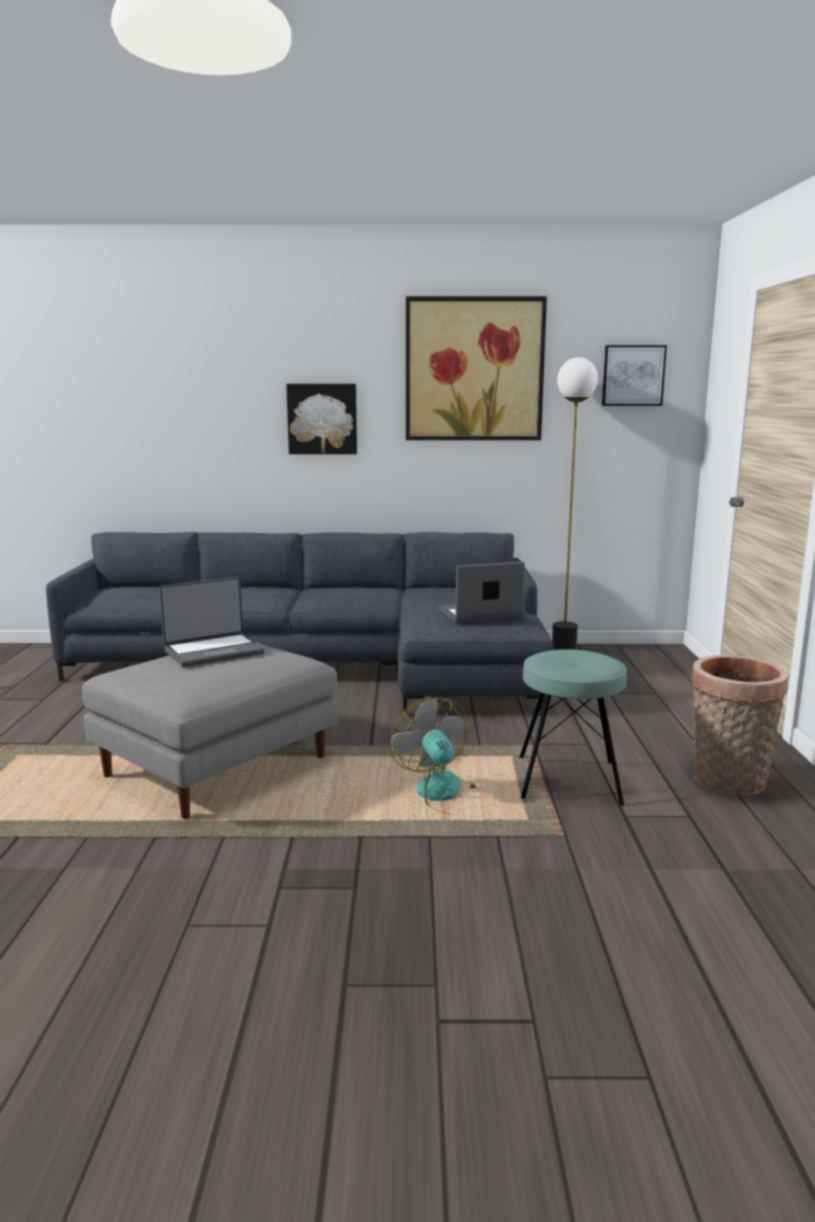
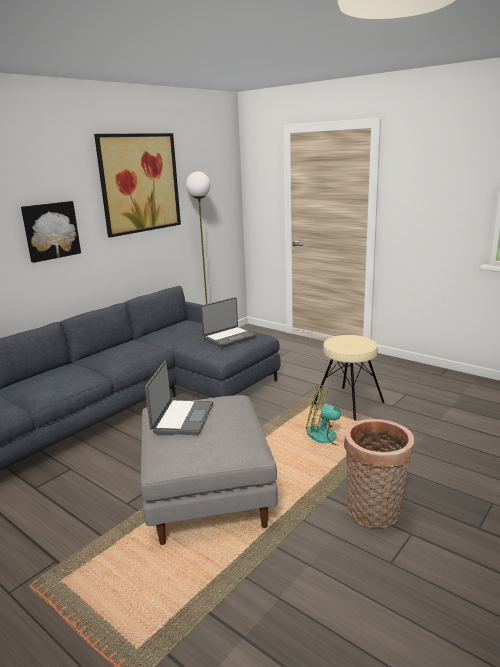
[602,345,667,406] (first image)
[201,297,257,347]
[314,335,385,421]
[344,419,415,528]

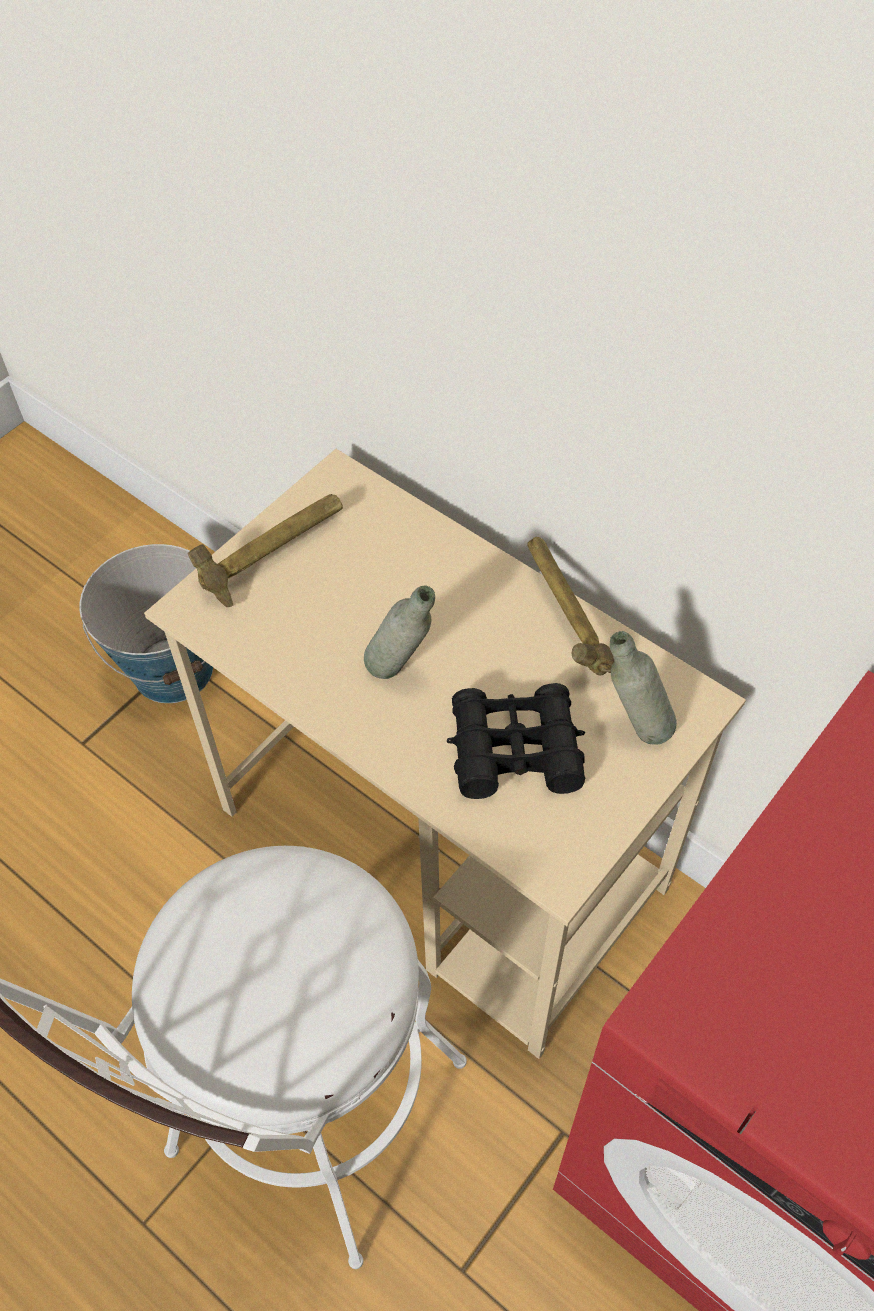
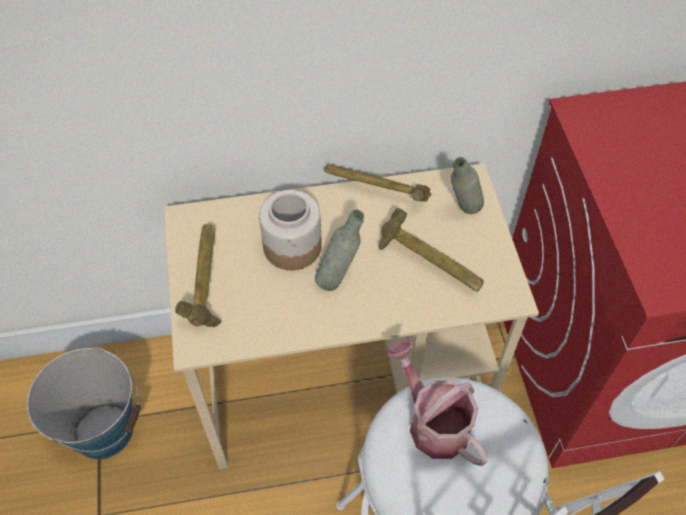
[379,208,483,292]
[259,190,322,270]
[387,341,488,466]

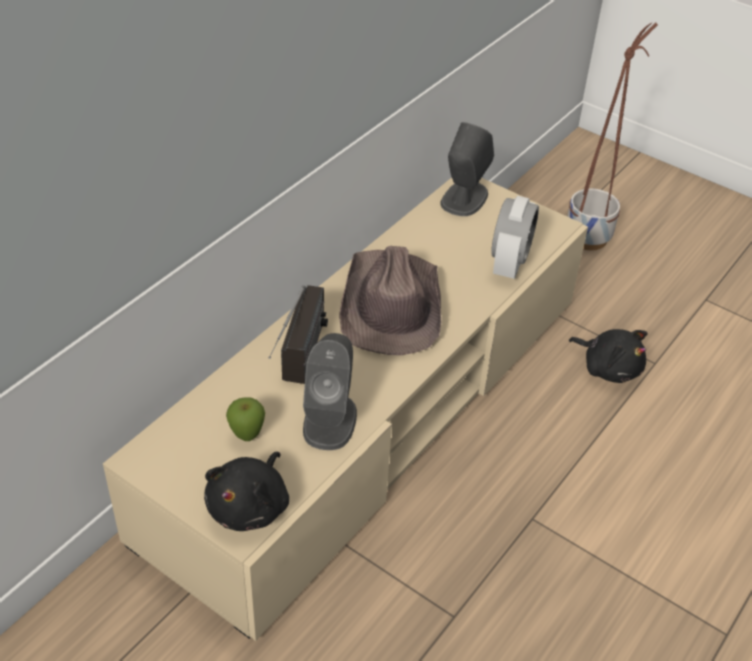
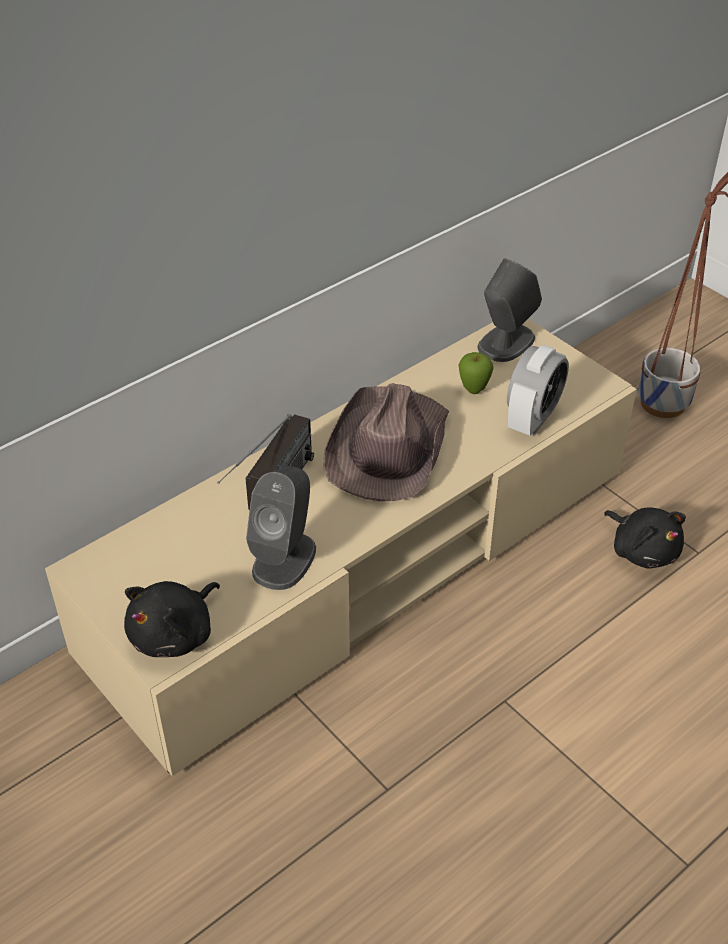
[458,352,493,394]

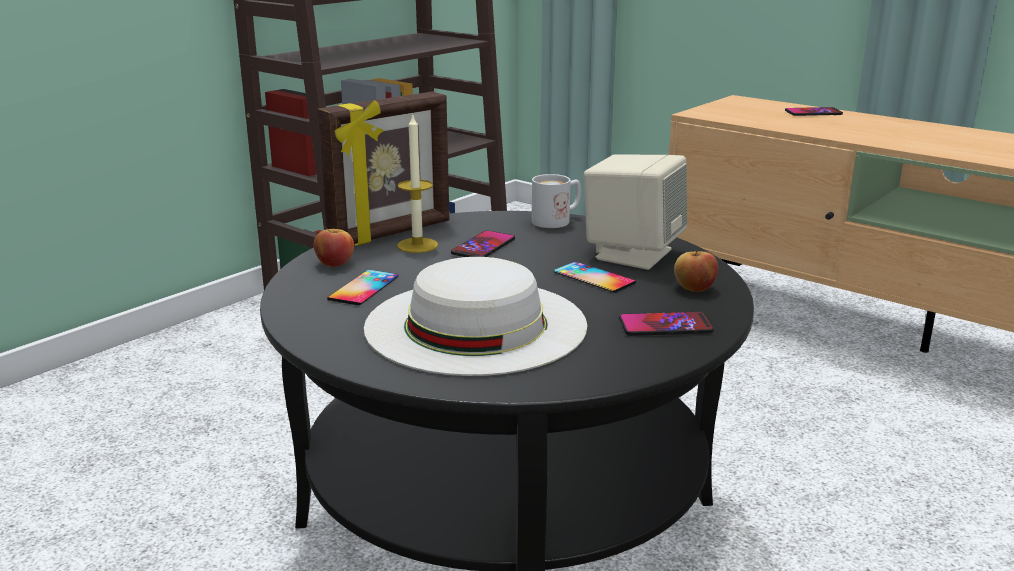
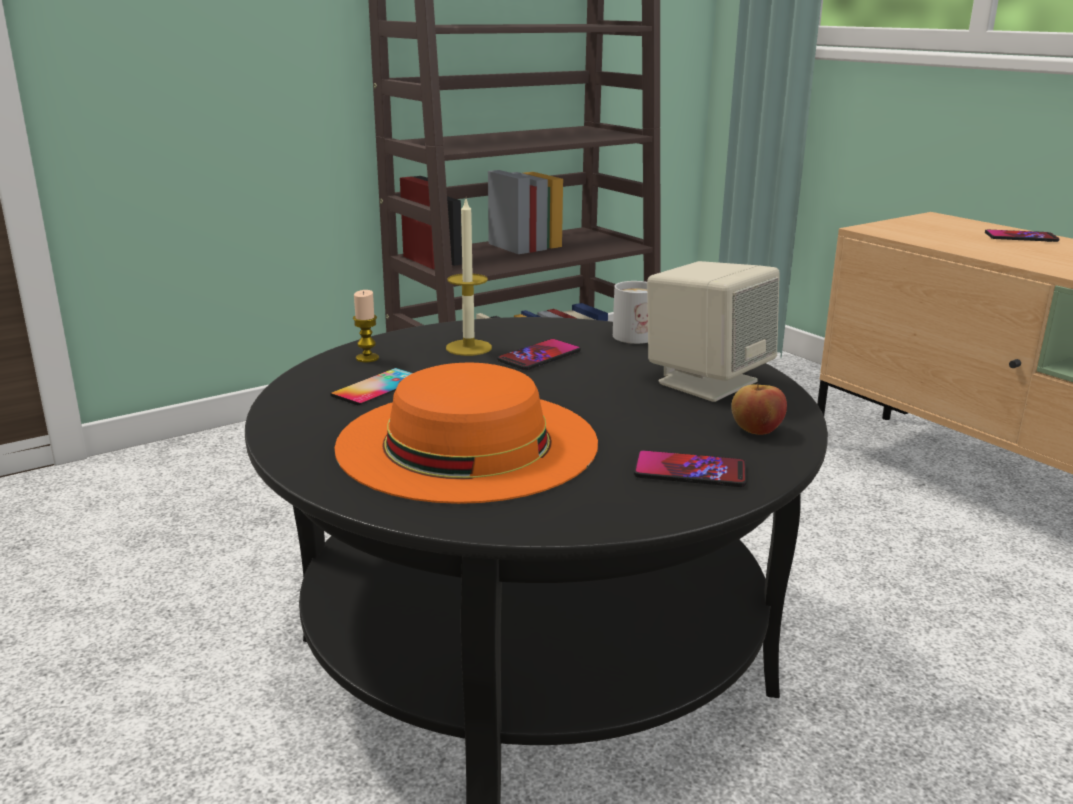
[317,91,449,246] (first image)
[353,290,379,362]
[335,363,598,504]
[554,261,636,293] (first image)

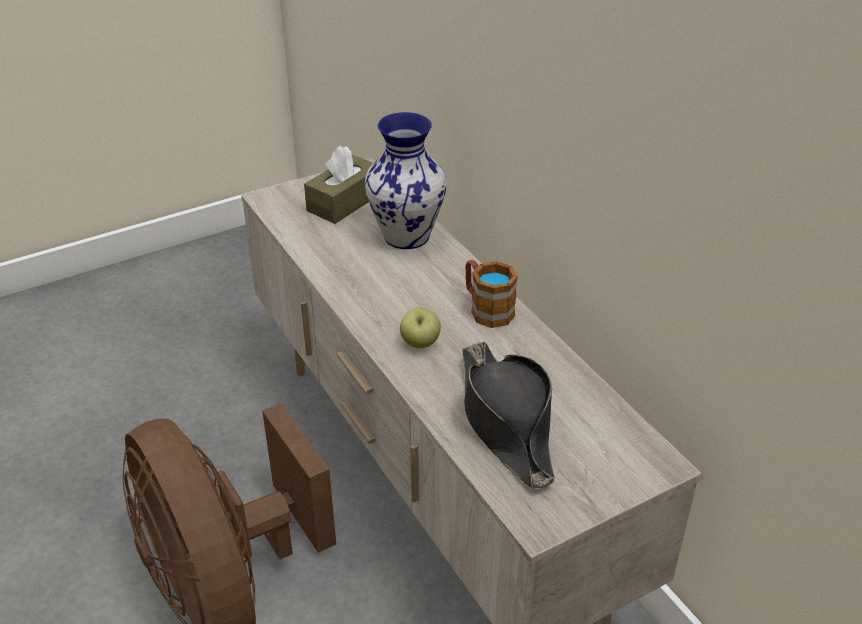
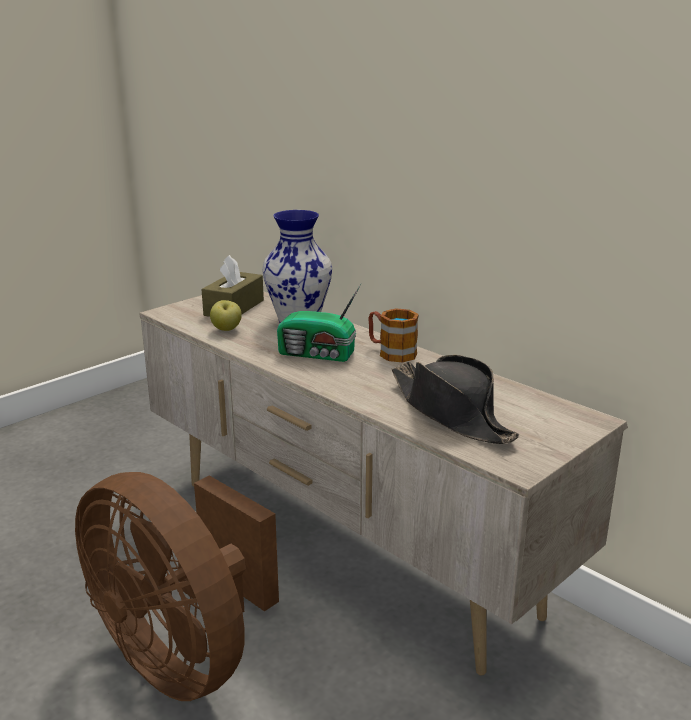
[210,300,242,331]
[277,284,361,362]

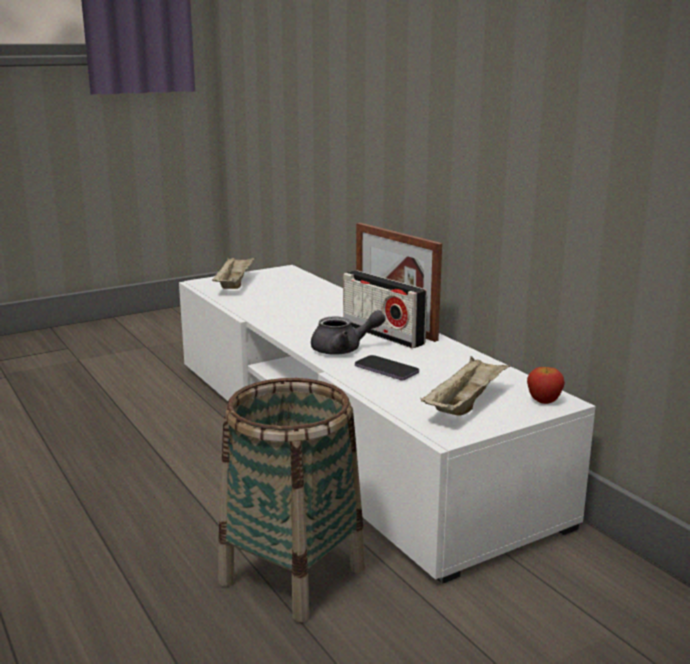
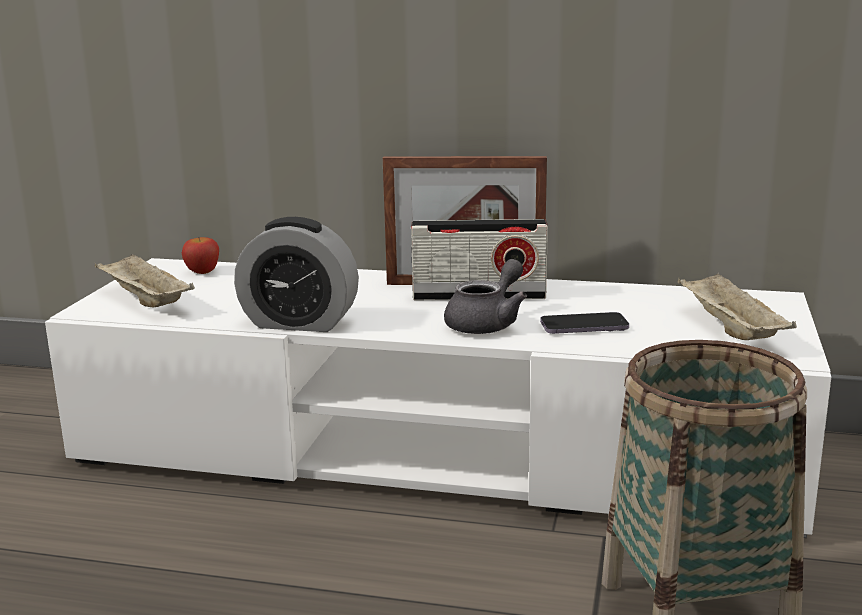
[182,237,219,274]
[234,217,359,332]

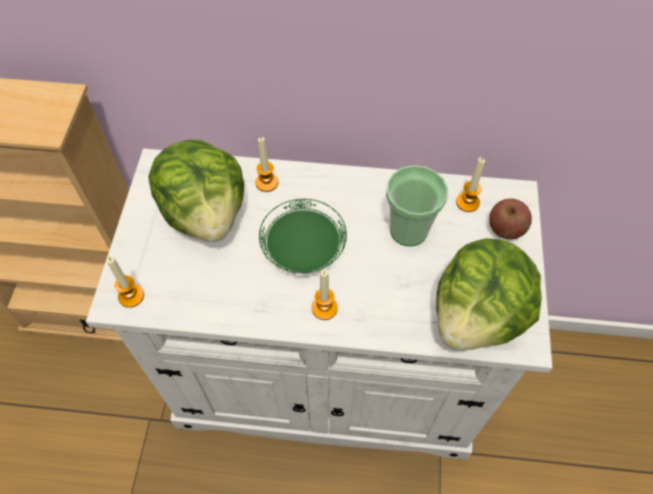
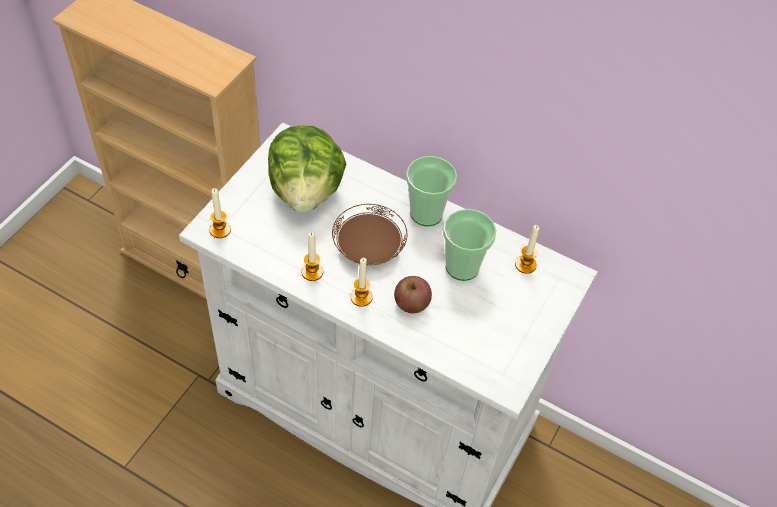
[301,232,323,281]
[332,204,407,265]
[394,276,432,313]
[436,238,542,350] (first image)
[406,156,457,227]

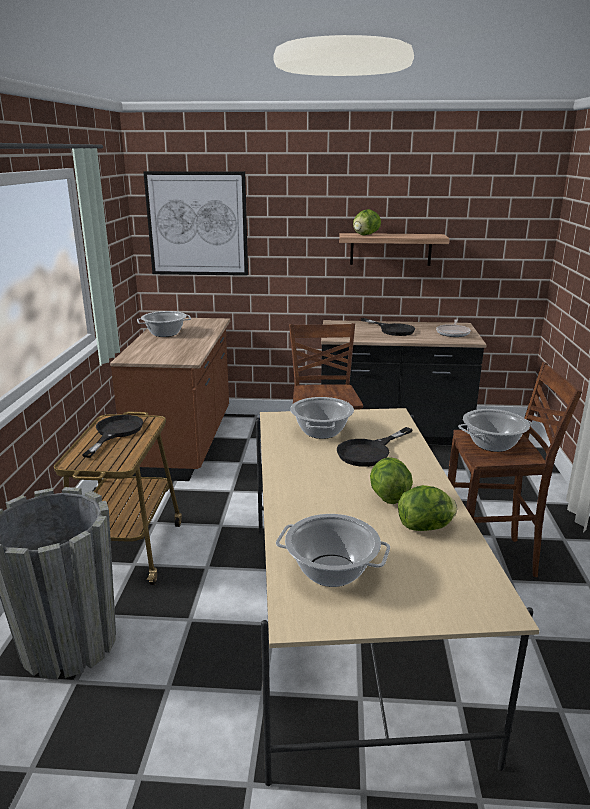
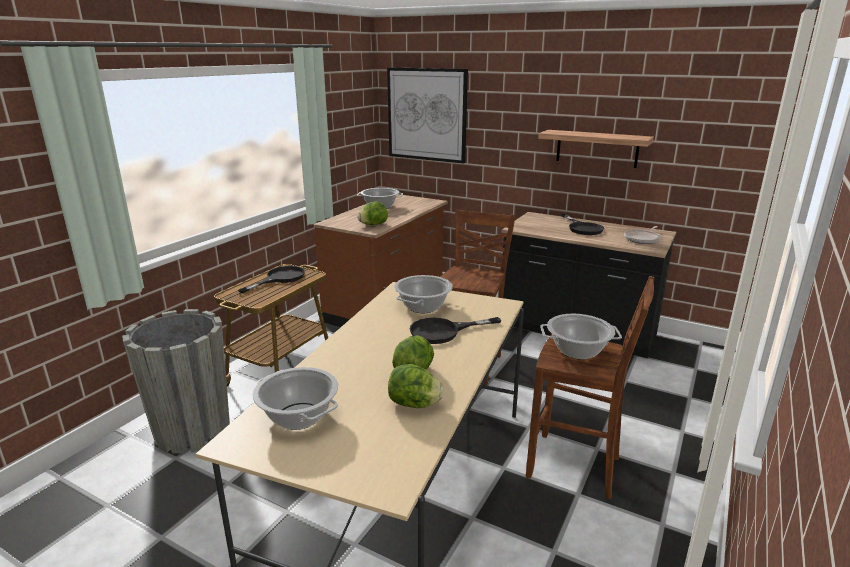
[358,201,388,225]

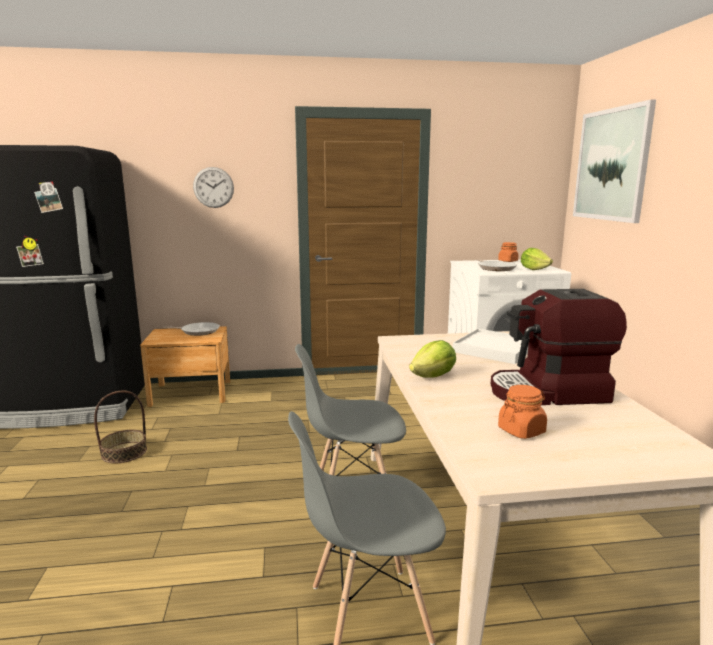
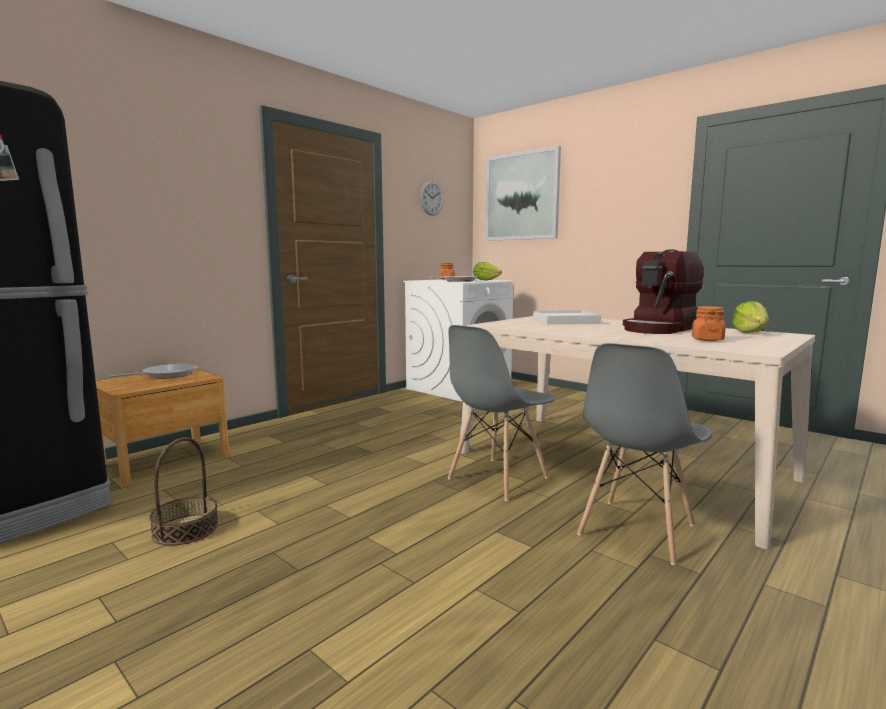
[420,181,443,216]
[732,301,769,333]

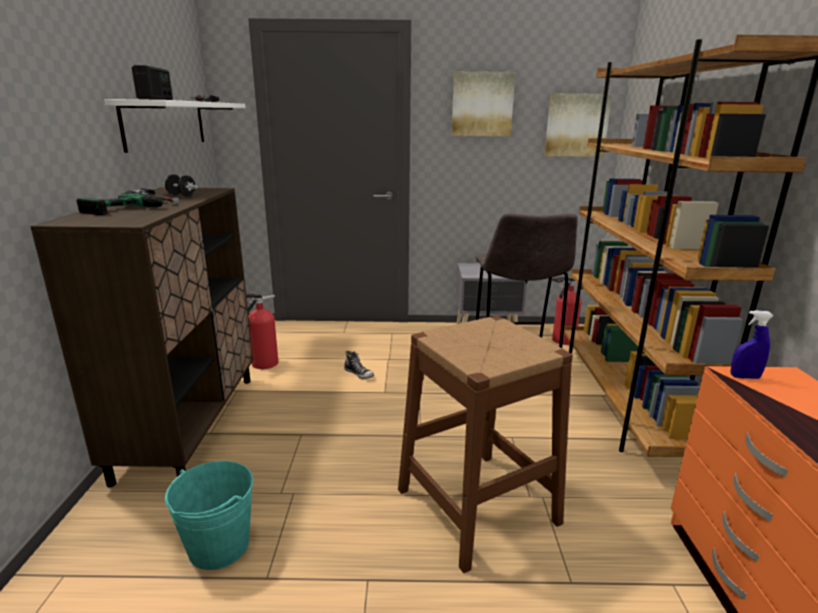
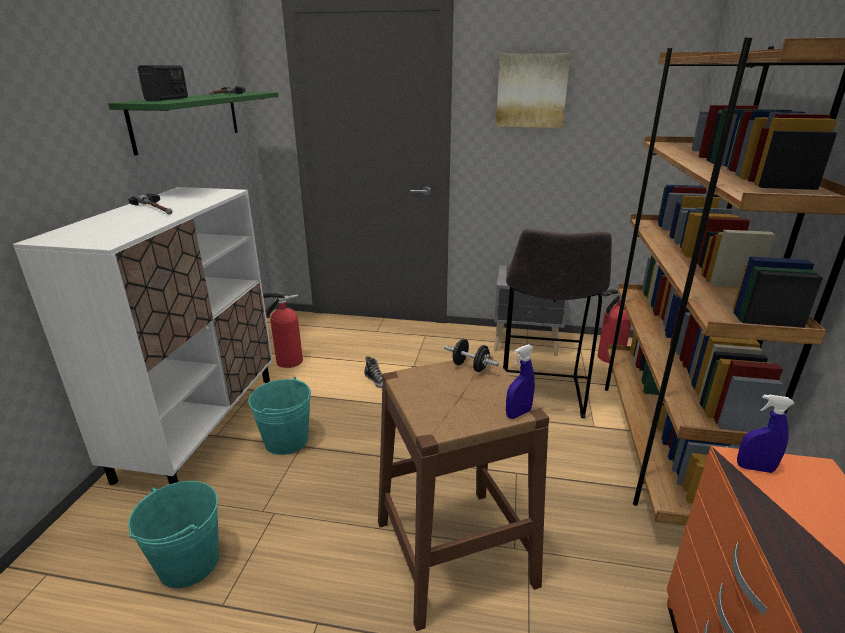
[544,93,612,157] (first image)
[108,92,279,156]
[444,339,499,372]
[13,187,273,485]
[77,193,172,215] (first image)
[506,344,535,419]
[248,377,311,455]

